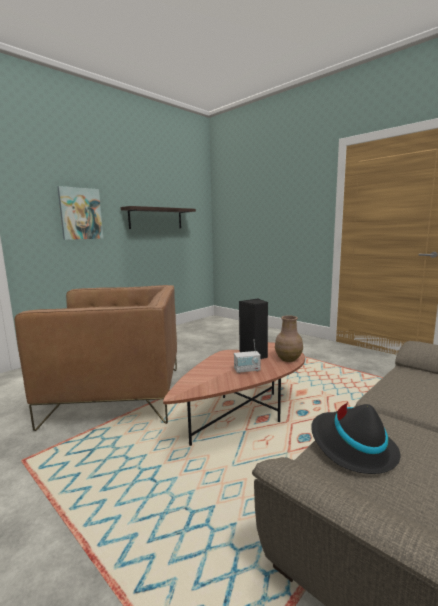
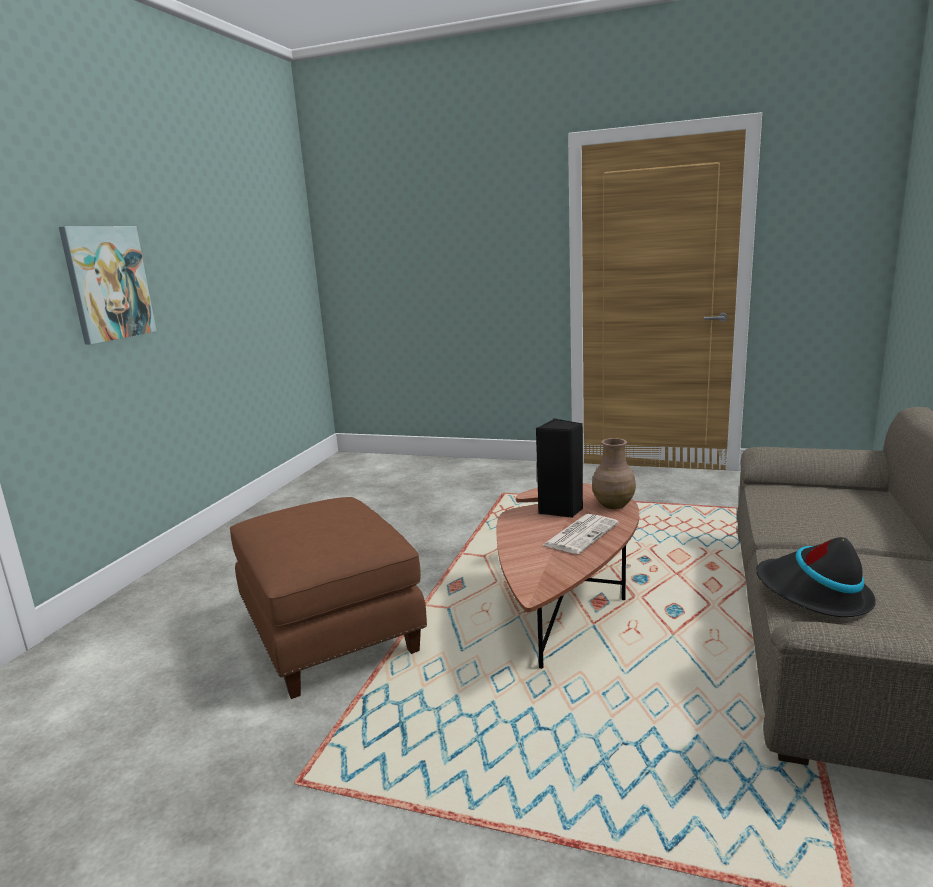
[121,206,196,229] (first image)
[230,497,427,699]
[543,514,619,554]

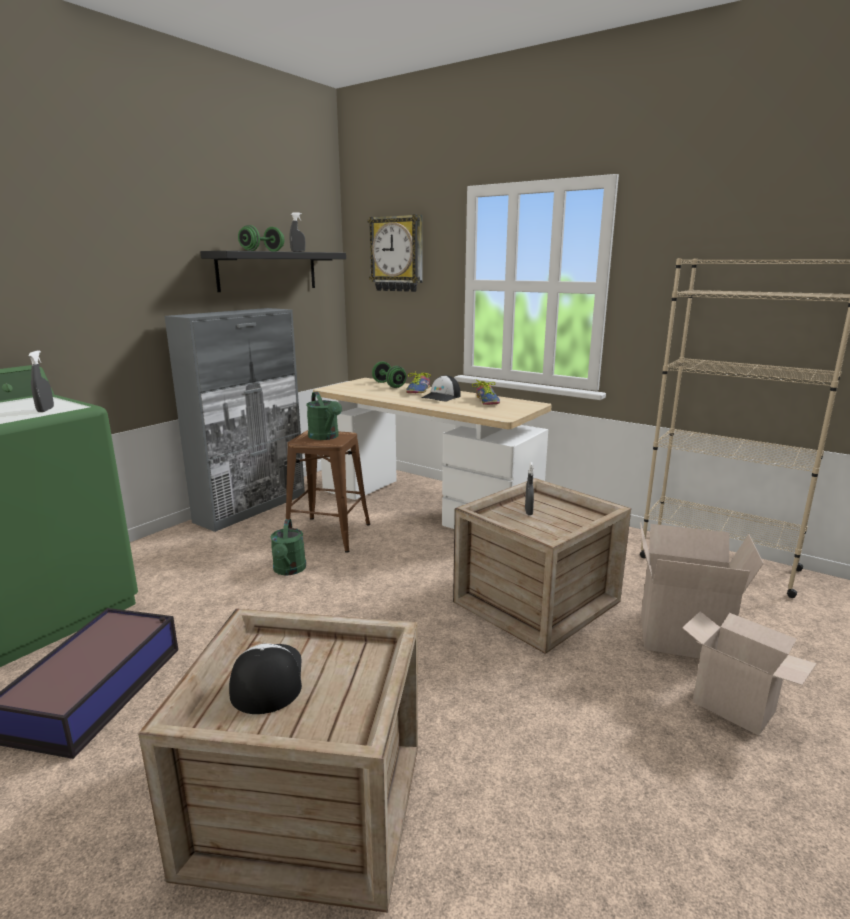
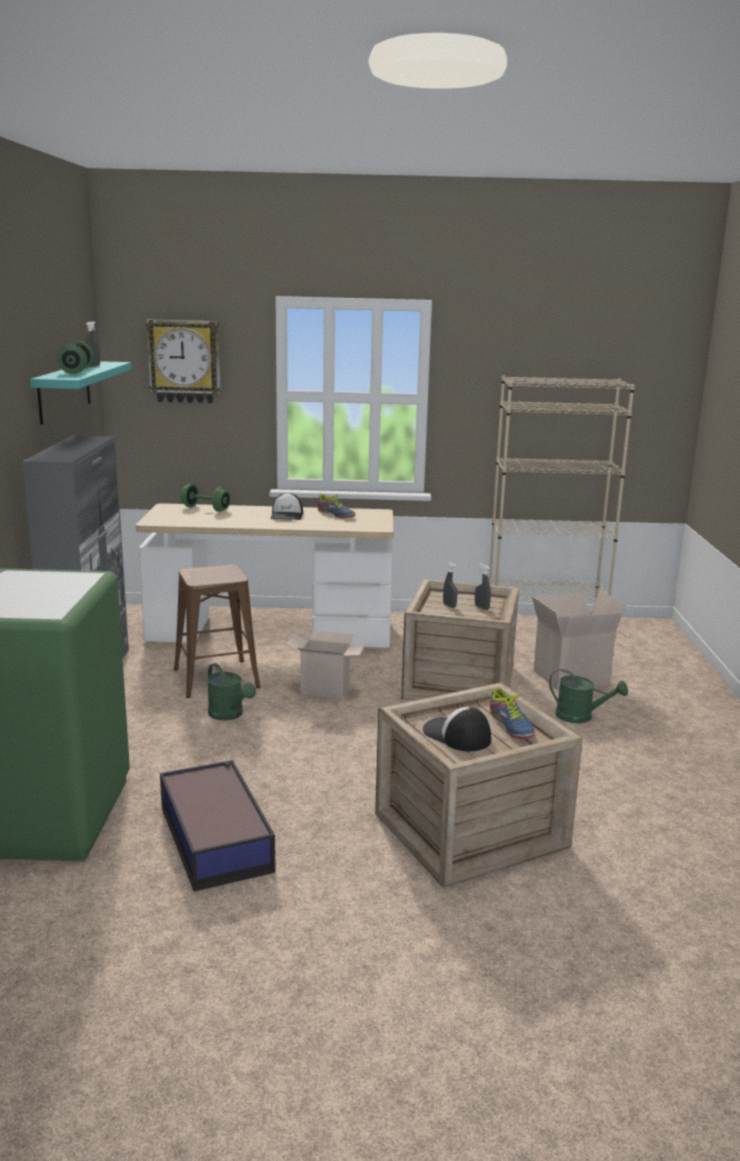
[30,361,131,424]
[475,564,491,610]
[488,687,535,739]
[549,669,628,723]
[287,630,366,699]

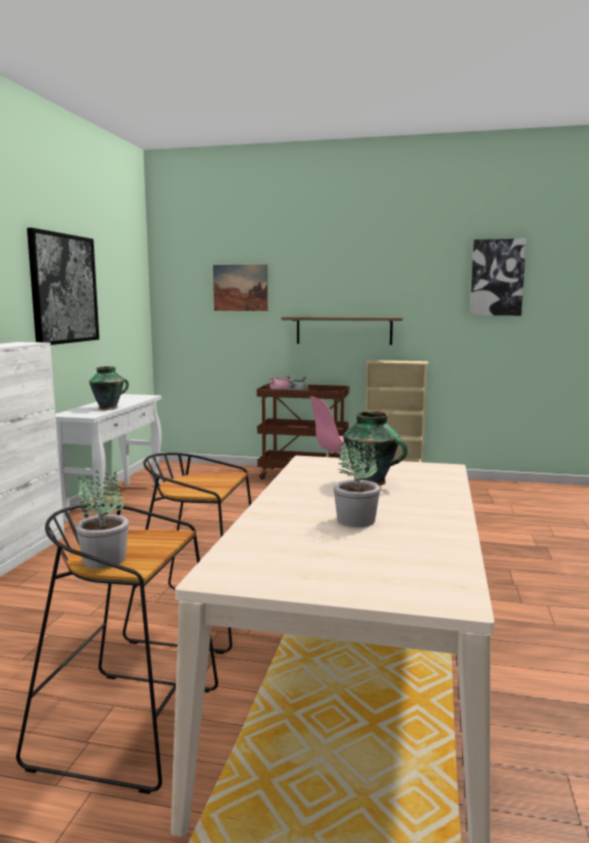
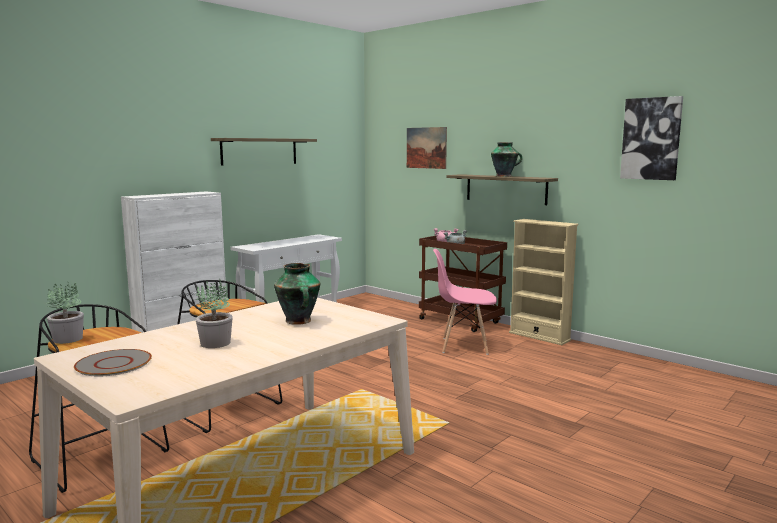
[211,138,317,166]
[491,142,522,177]
[74,349,152,377]

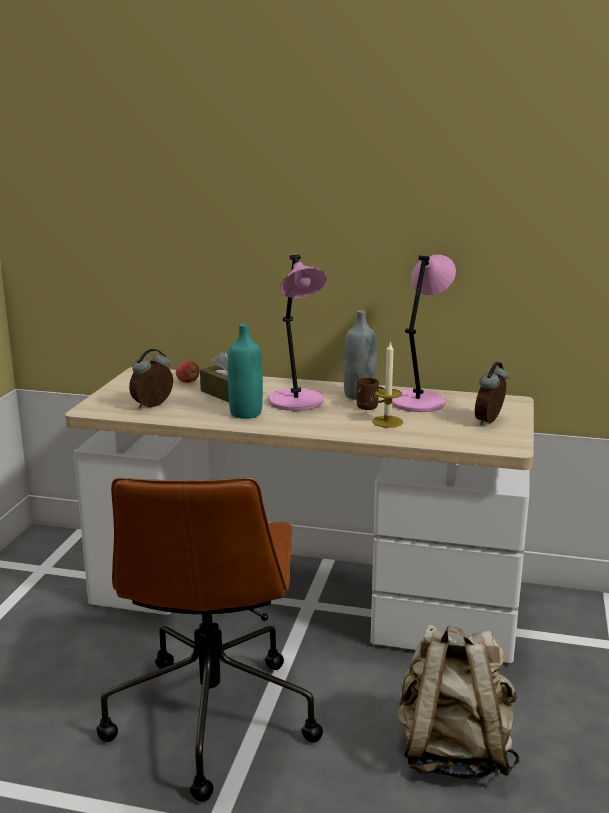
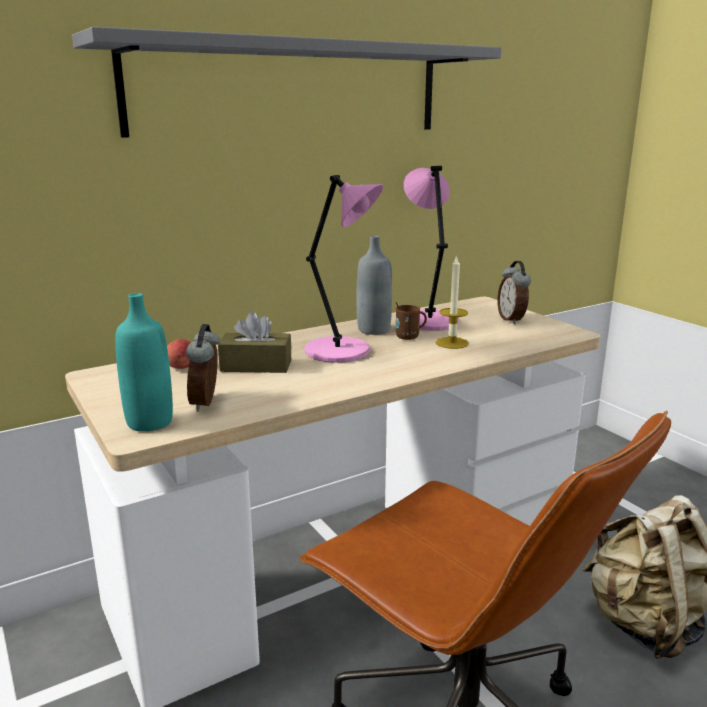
[115,293,173,432]
[72,27,501,138]

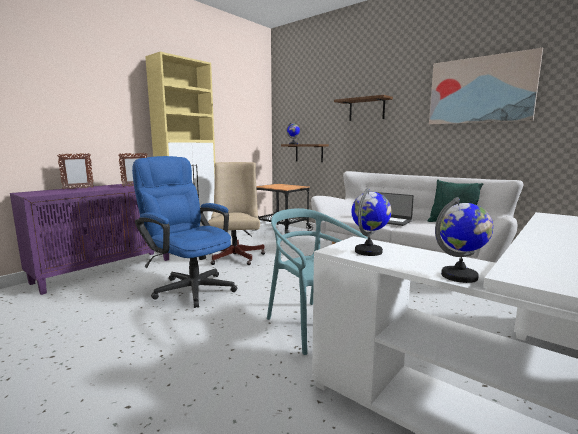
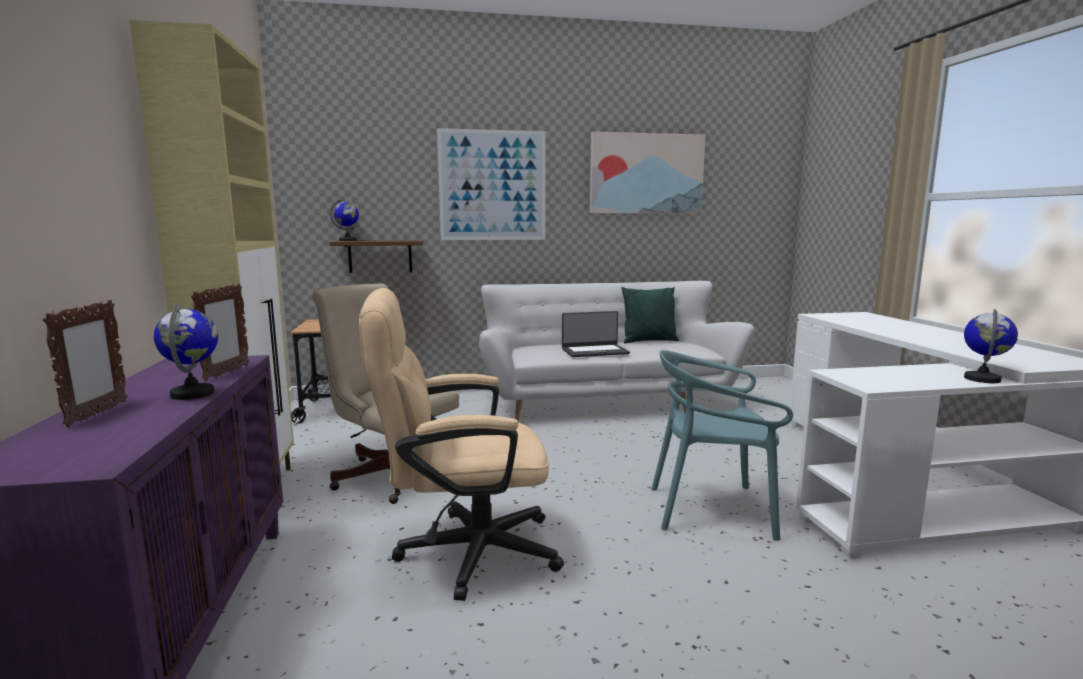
[437,128,546,240]
[359,288,564,601]
[154,304,218,400]

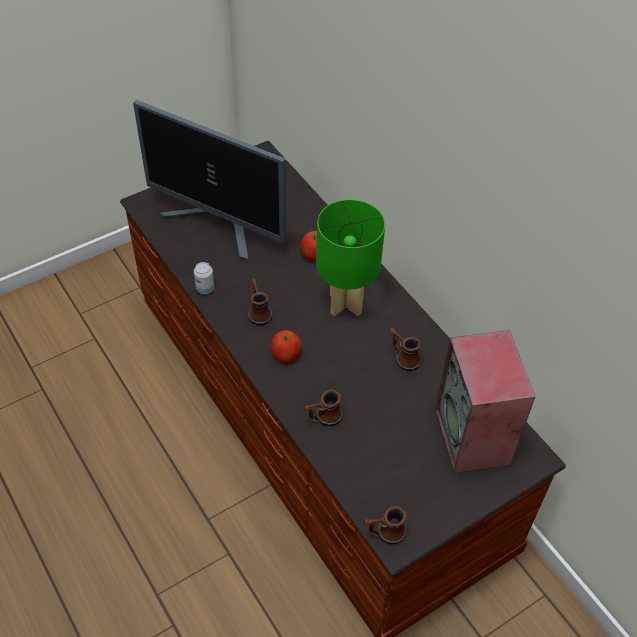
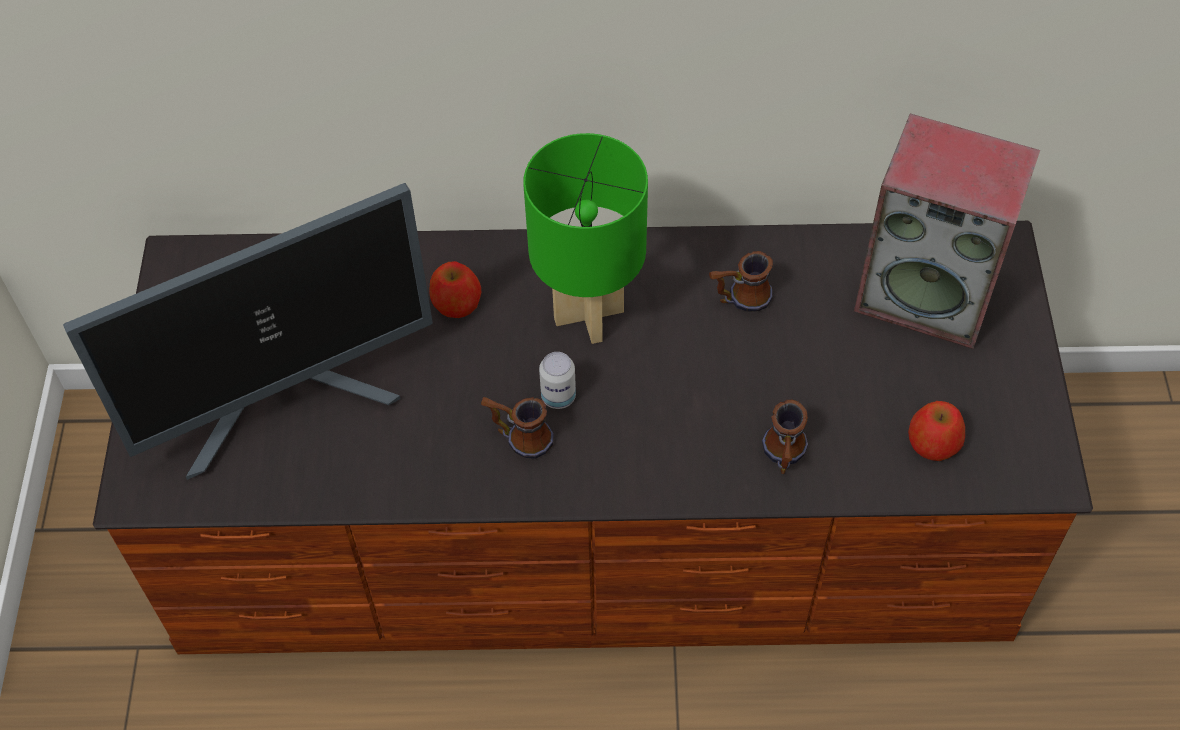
[539,352,576,409]
[908,401,965,461]
[364,506,407,544] (first image)

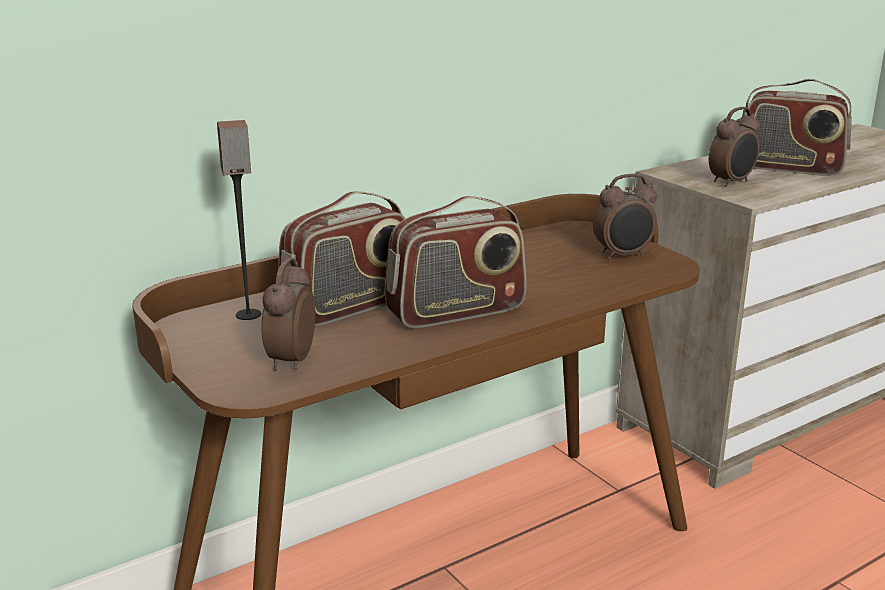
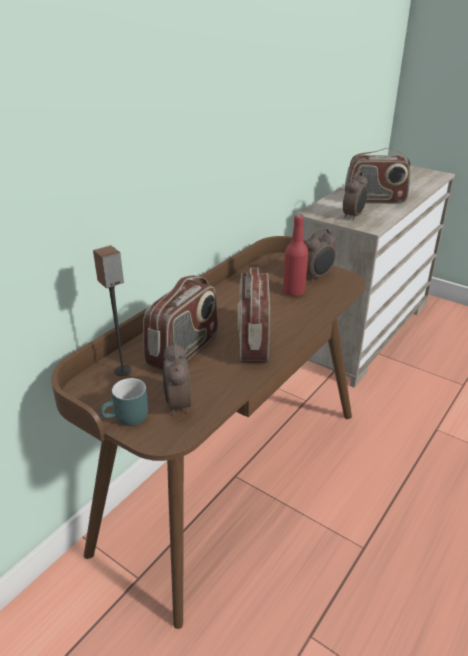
[238,268,270,362]
[283,214,308,296]
[100,378,148,426]

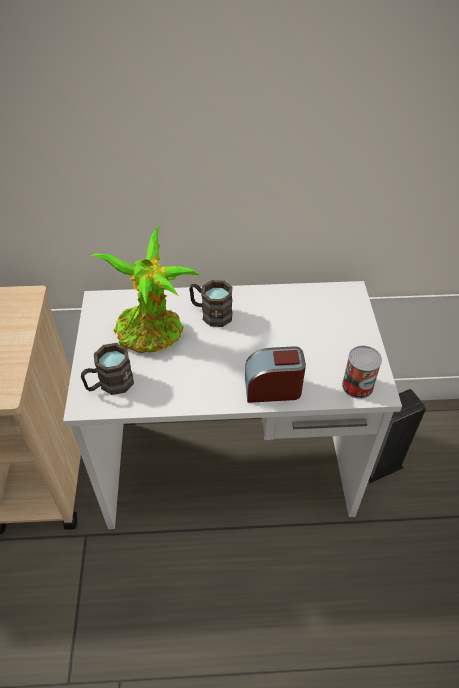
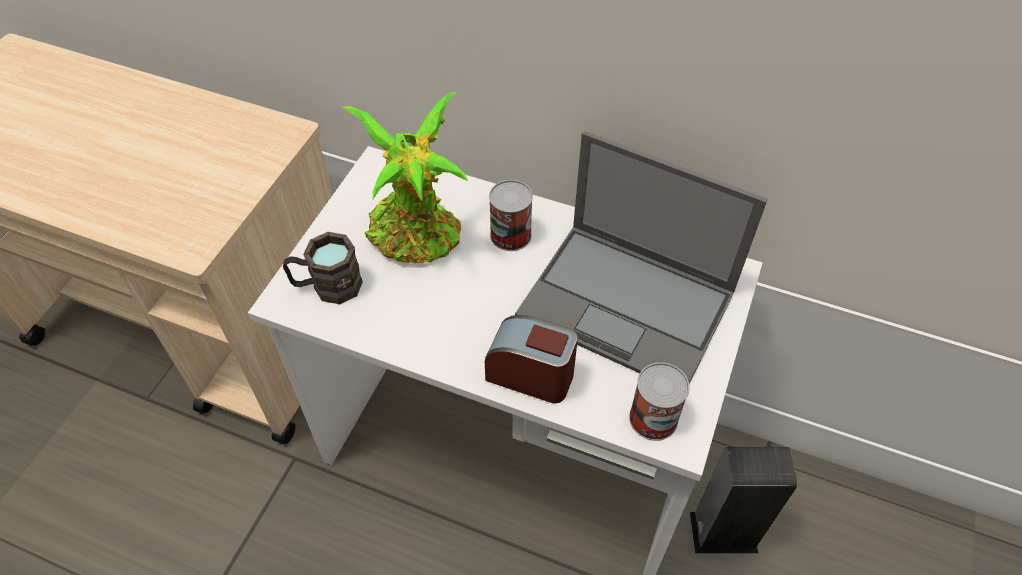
[489,180,533,251]
[515,131,768,384]

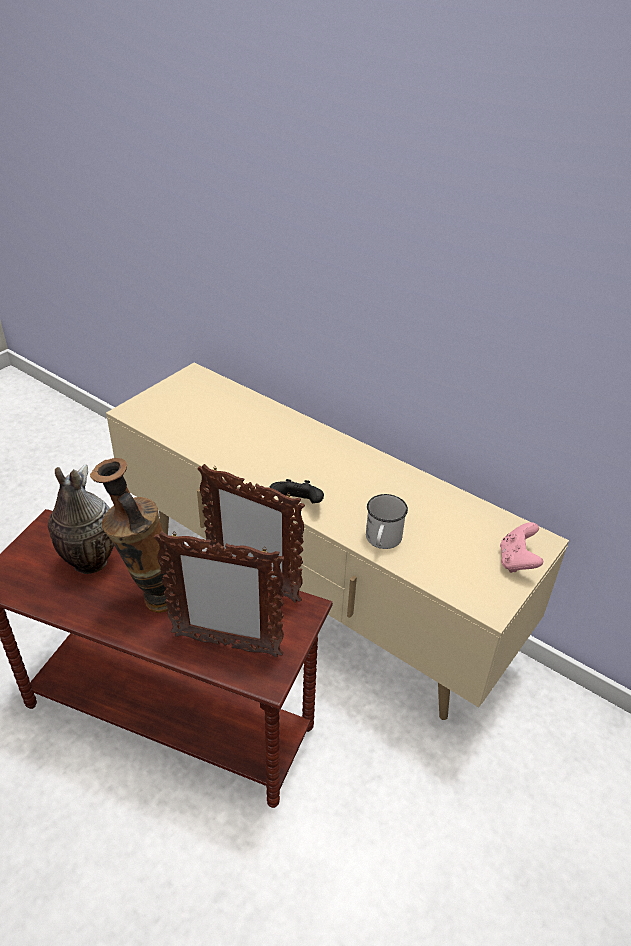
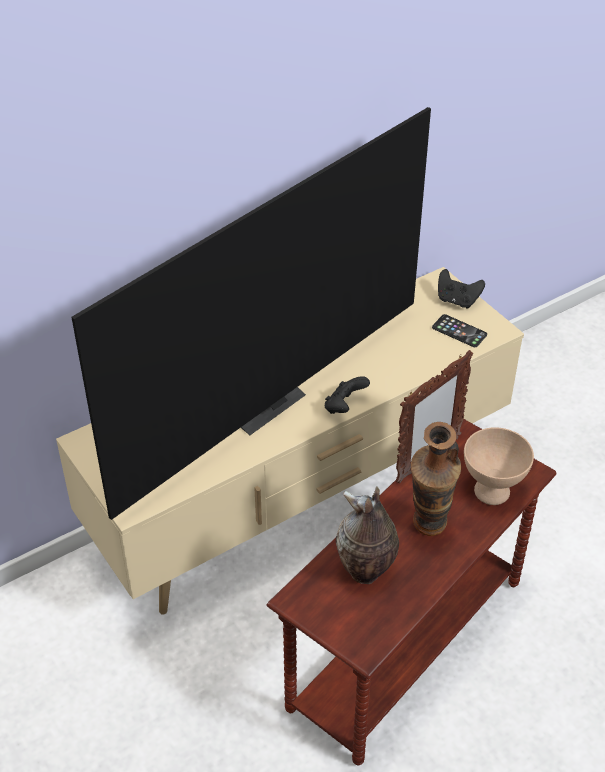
[366,494,408,549] (first image)
[438,269,485,308]
[464,427,534,505]
[72,107,431,520]
[432,314,487,347]

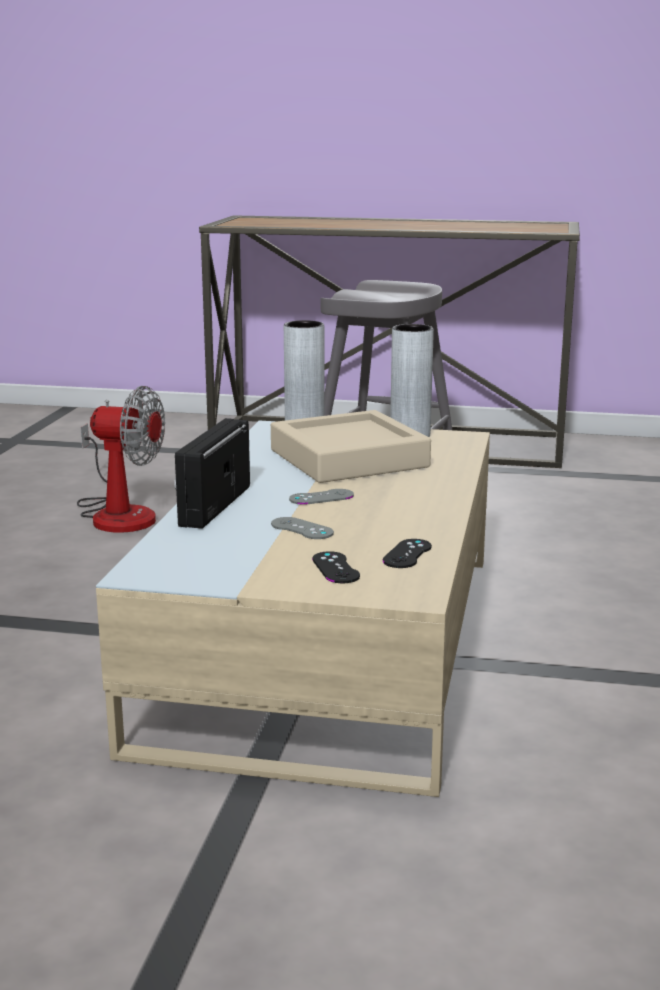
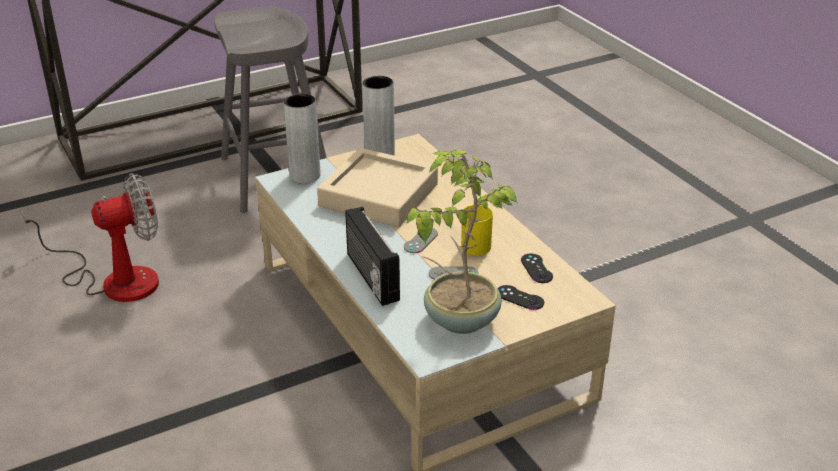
[406,150,518,334]
[461,205,493,256]

